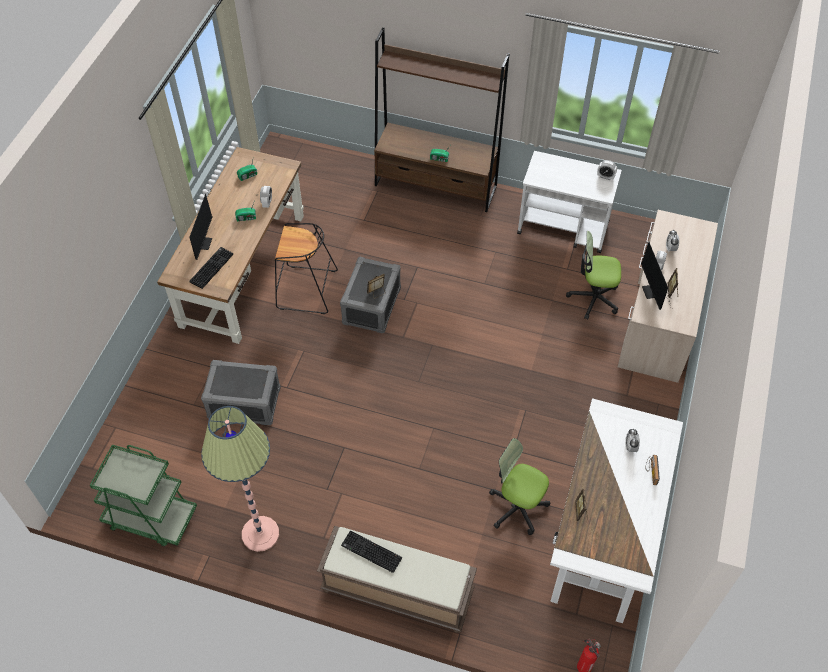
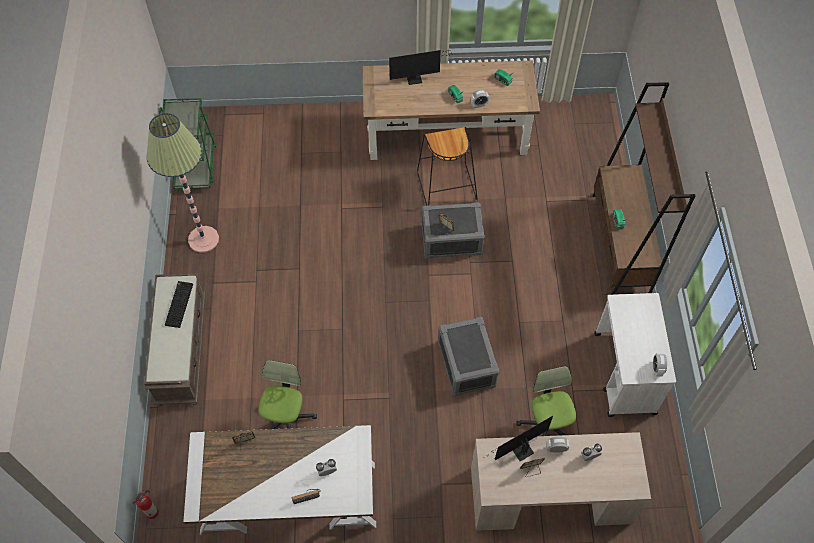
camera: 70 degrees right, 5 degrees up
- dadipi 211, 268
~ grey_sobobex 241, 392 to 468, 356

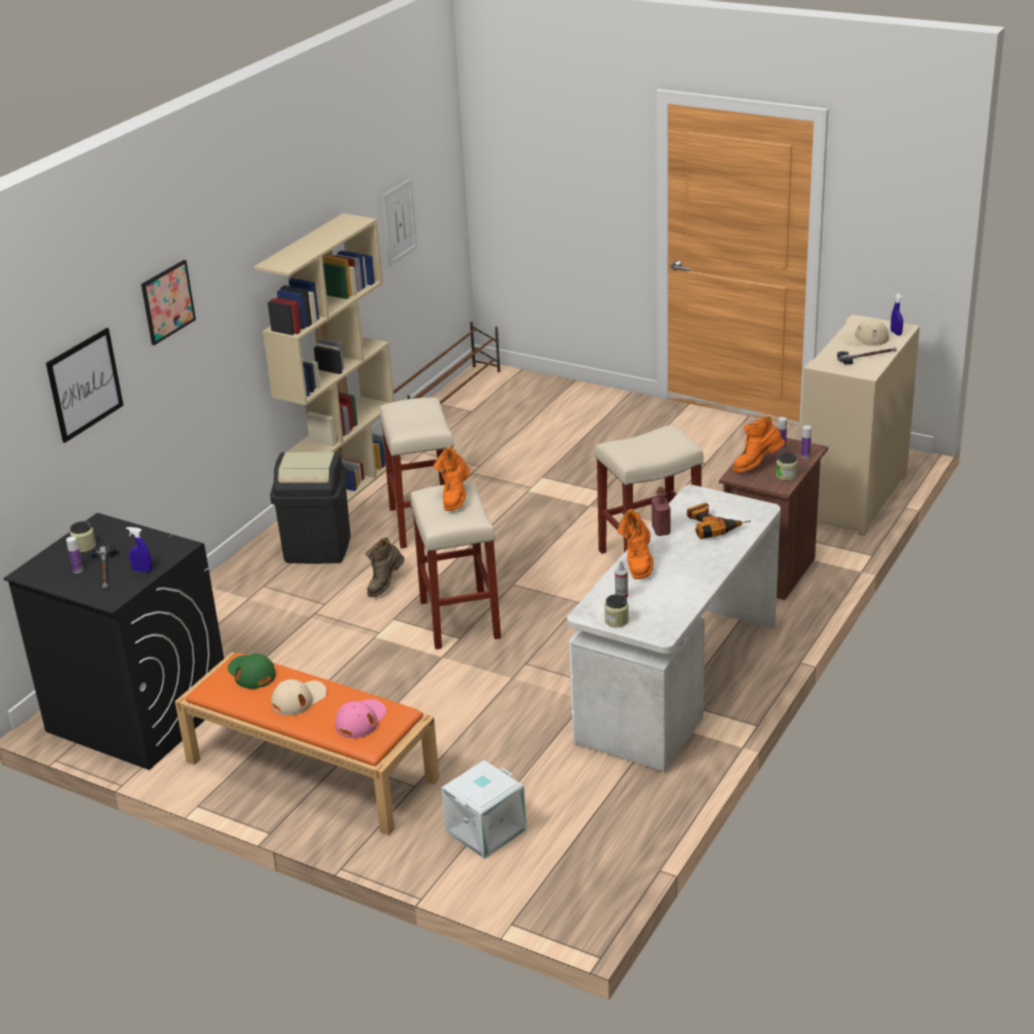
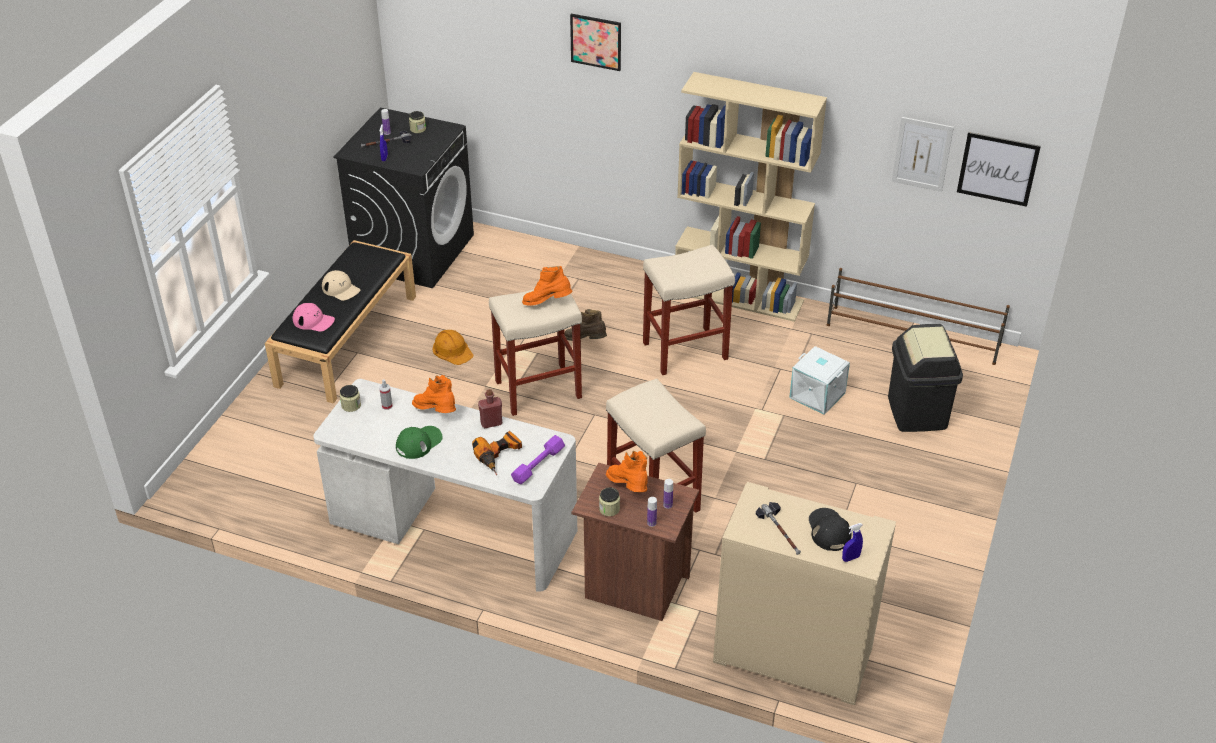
camera: 80 degrees right, 10 degrees up
~ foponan 85, 385 to 999, 169
~ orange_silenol 307, 744 to black_silenol 340, 322
~ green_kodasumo 251, 671 to 419, 442
~ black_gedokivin 310, 508 to 925, 378
~ white_sobobex 483, 809 to 819, 380
~ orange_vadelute 635, 544 = 434, 394 45 degrees clockwise
~ beige_kodasumo 864, 332 to black_kodasumo 830, 529
+ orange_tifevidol 452, 347
+ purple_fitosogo 538, 459

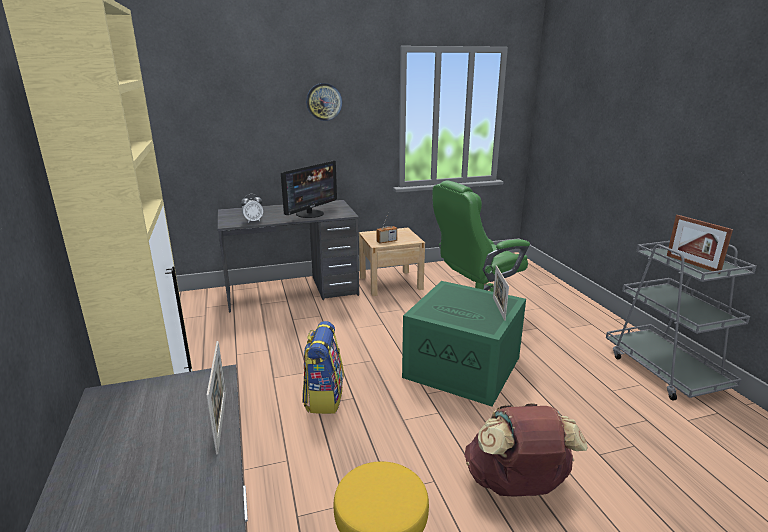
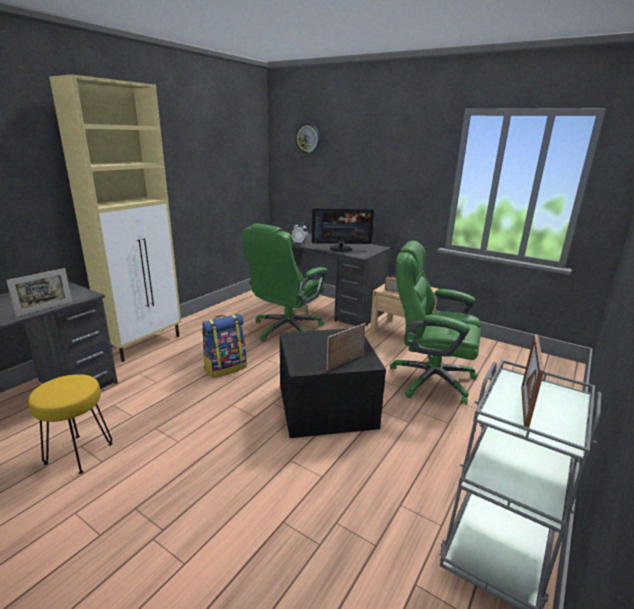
camera: 50 degrees right, 0 degrees up
~ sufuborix 324, 102 to 307, 138
~ green_sobobex 464, 343 to black_sobobex 333, 383
- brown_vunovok 526, 450
+ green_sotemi 284, 282

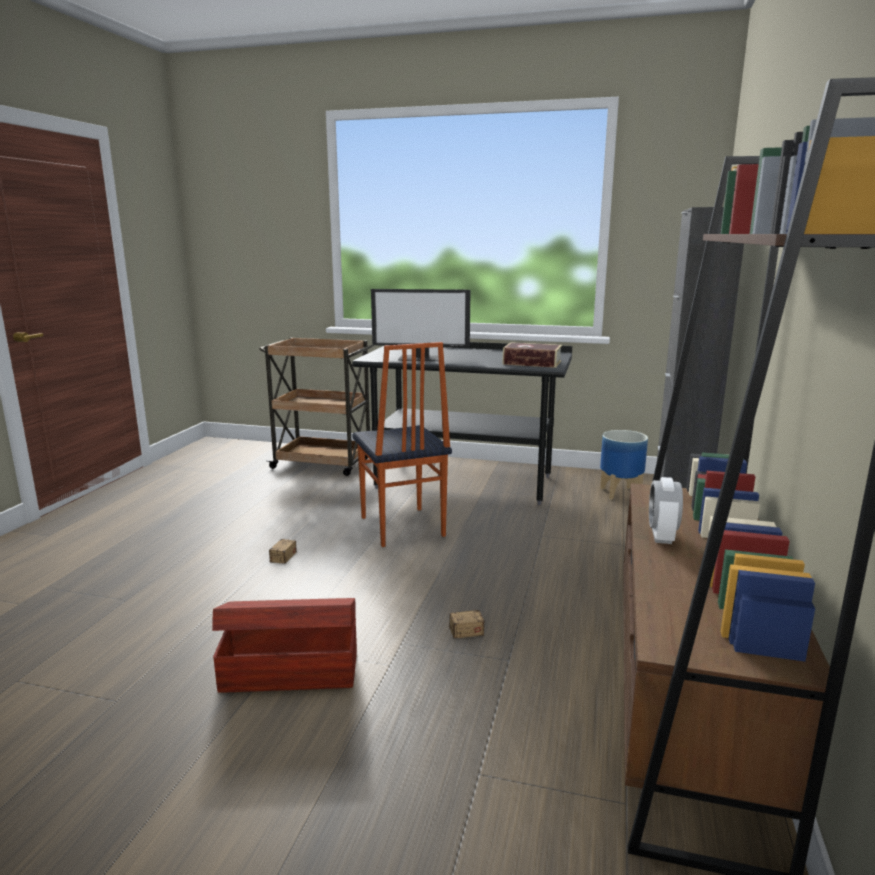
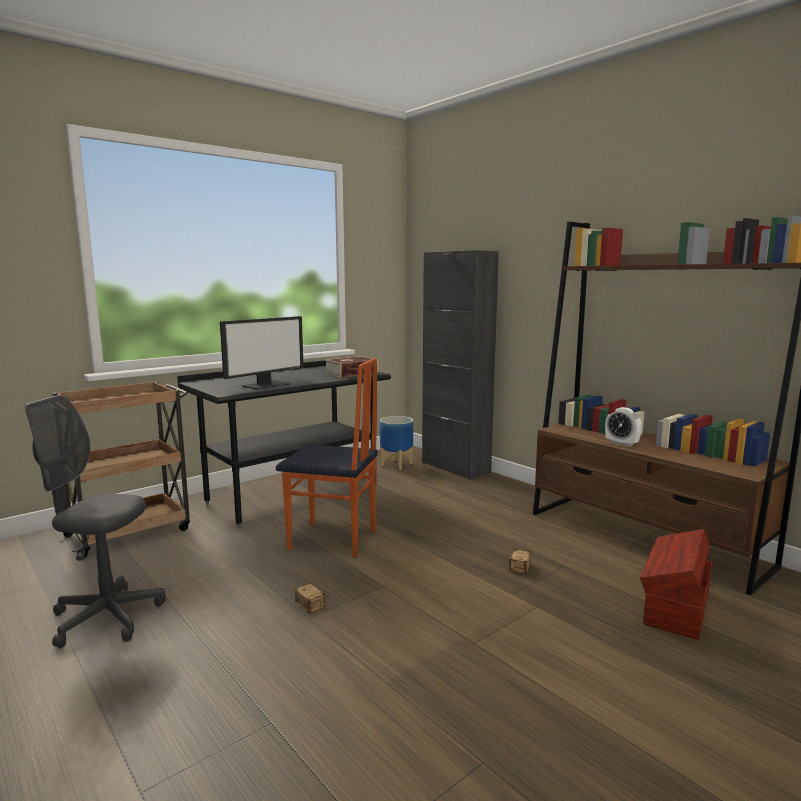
camera: 55 degrees left, 5 degrees down
~ brown_sobobex 284, 645 to 676, 584
+ grey_sotemi 95, 521

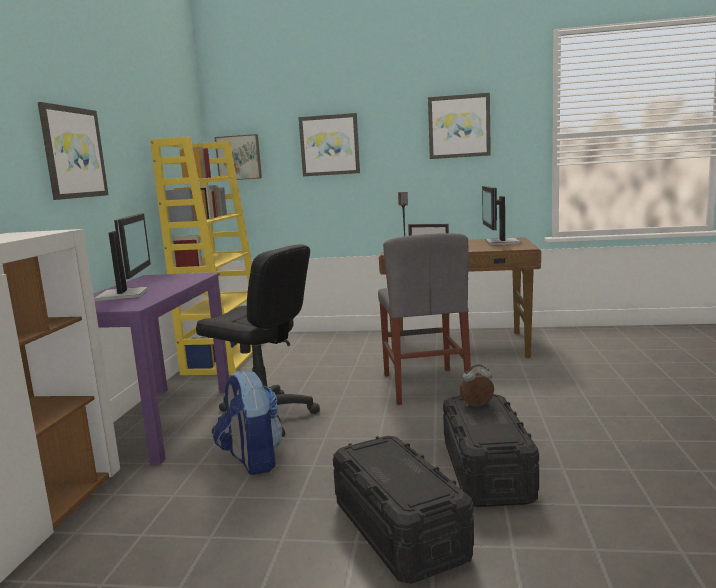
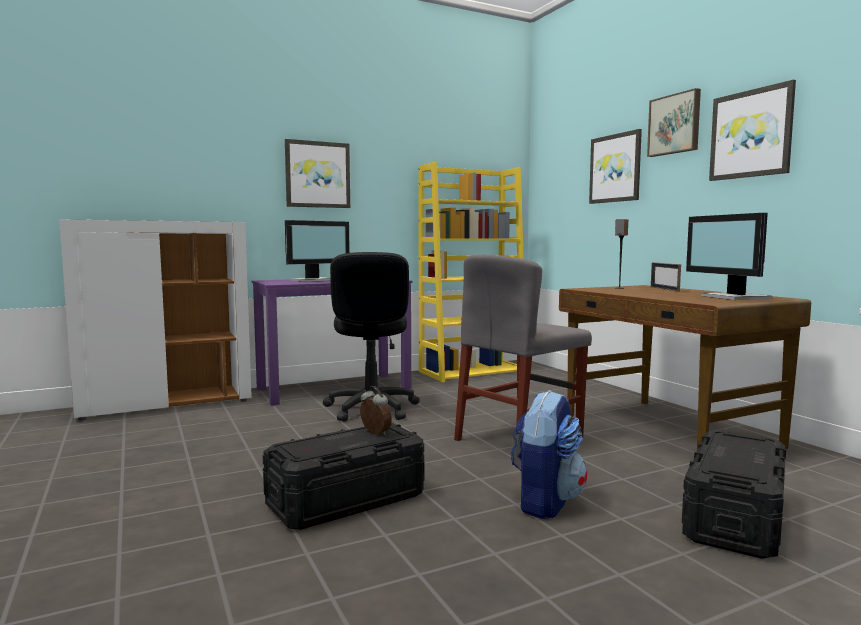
camera: 55 degrees right, 5 degrees down
~ vunovok 248, 422 to 549, 454
~ foponan 238, 157 to 674, 122
~ black_sobobex 403, 510 to 734, 495
~ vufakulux 501, 215 = 729, 256 75 degrees counterclockwise

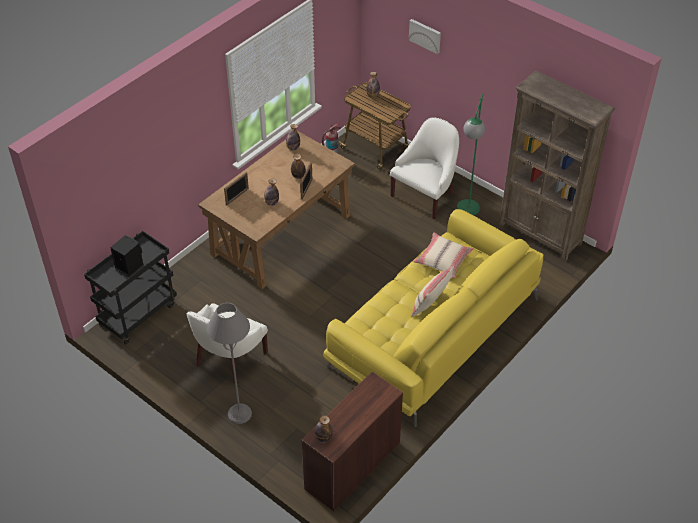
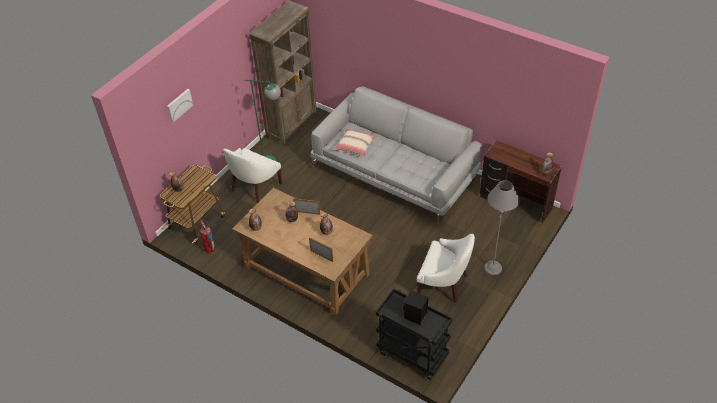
camera: 95 degrees left, 0 degrees up
~ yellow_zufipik 433, 318 to grey_zufipik 396, 155
~ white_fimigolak 424, 168 = 252, 175 90 degrees counterclockwise
- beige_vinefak 432, 291

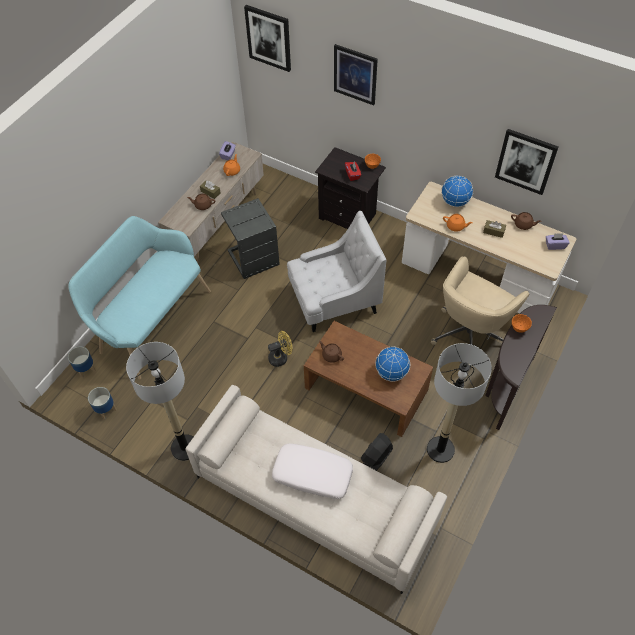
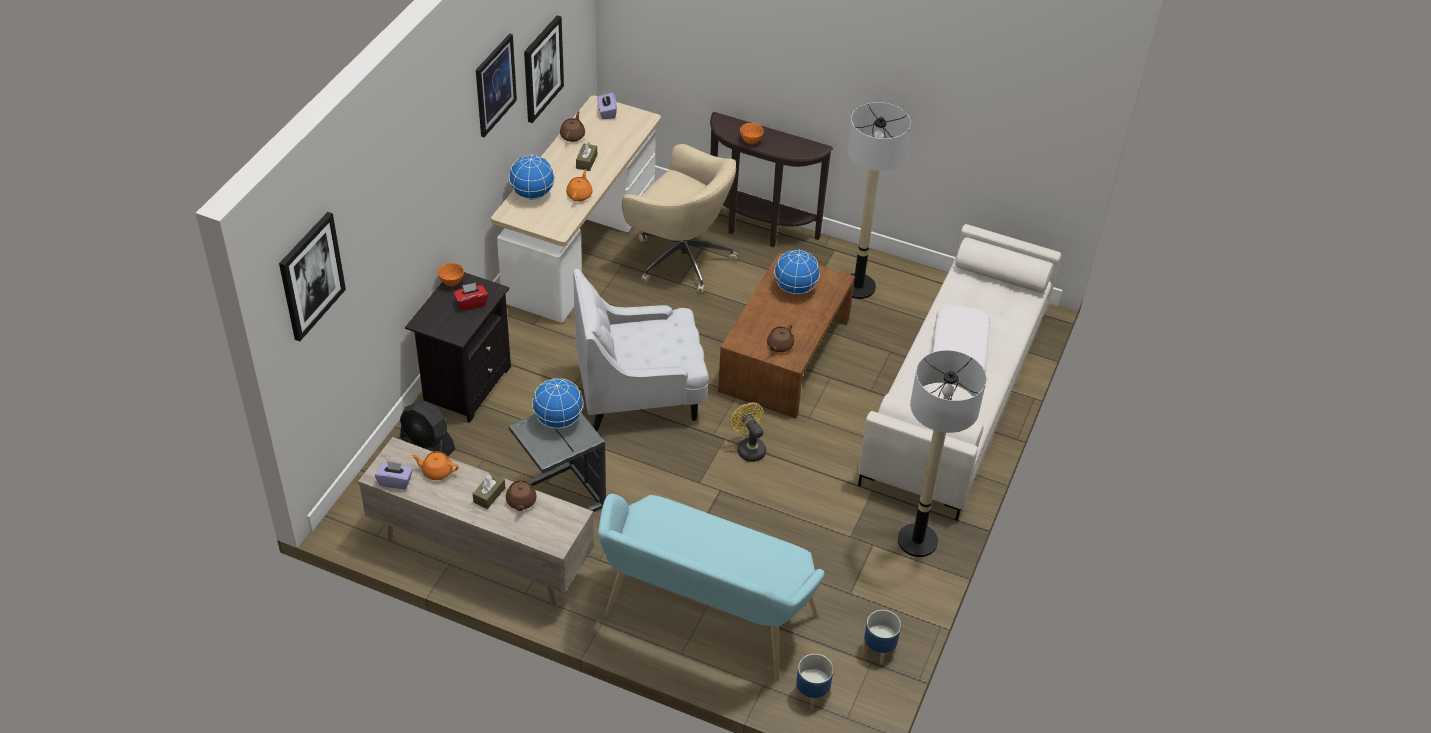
camera: 100 degrees left, 10 degrees down
~ white_fimigolak 337, 271 = 641, 350 75 degrees counterclockwise
~ foponan 356, 74 to 496, 85
~ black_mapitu 377, 452 to 427, 428
+ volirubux 558, 403

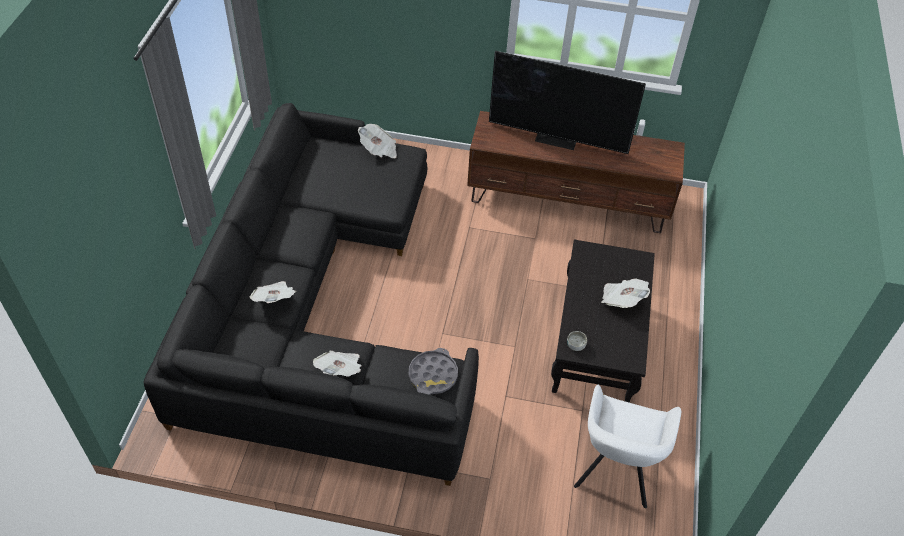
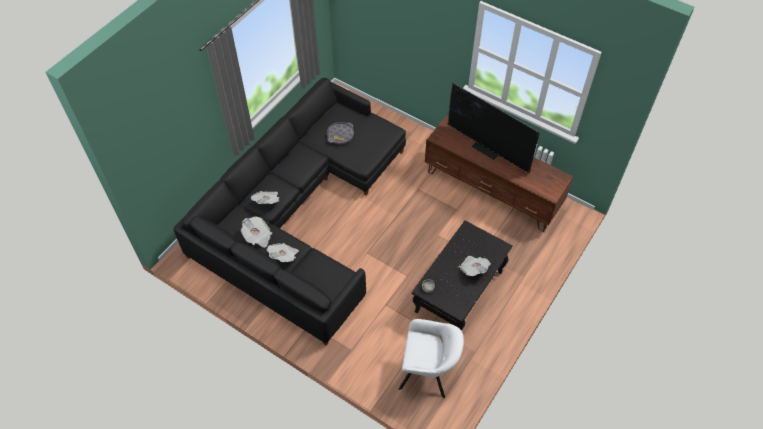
camera: 25 degrees right, 5 degrees up
~ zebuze 377, 141 to 256, 232
~ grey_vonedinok 433, 371 to 340, 133
~ white_fimigolak 627, 446 = 431, 358 120 degrees counterclockwise

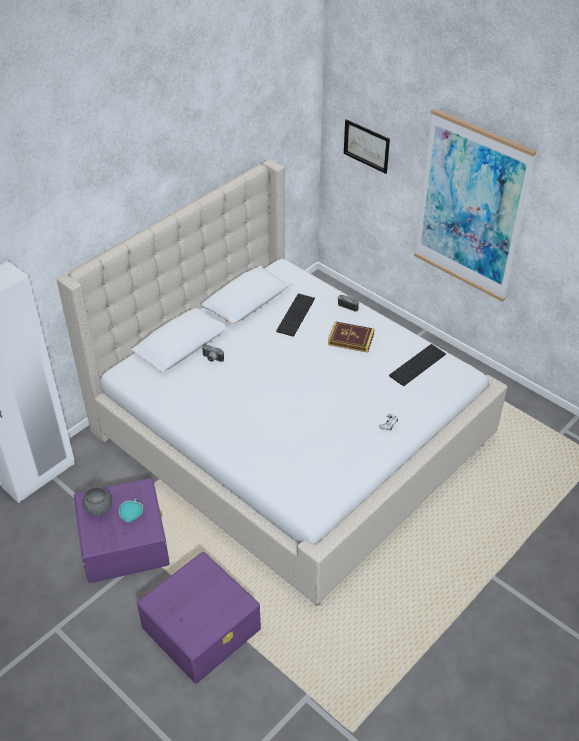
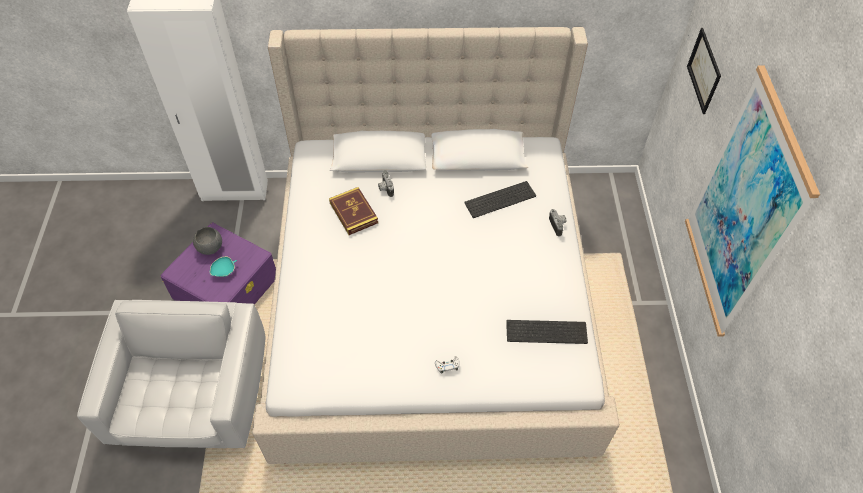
camera: 45 degrees right, 10 degrees up
~ purple_sobobex 199, 618 to white_fimigolak 171, 374
~ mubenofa 351, 337 to 353, 211

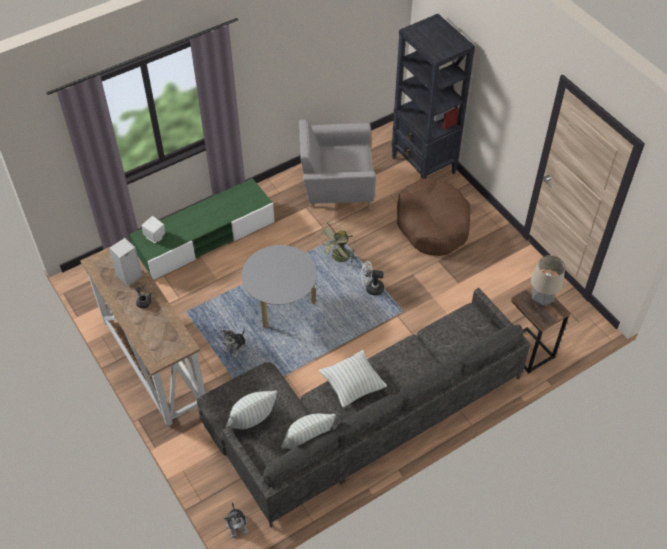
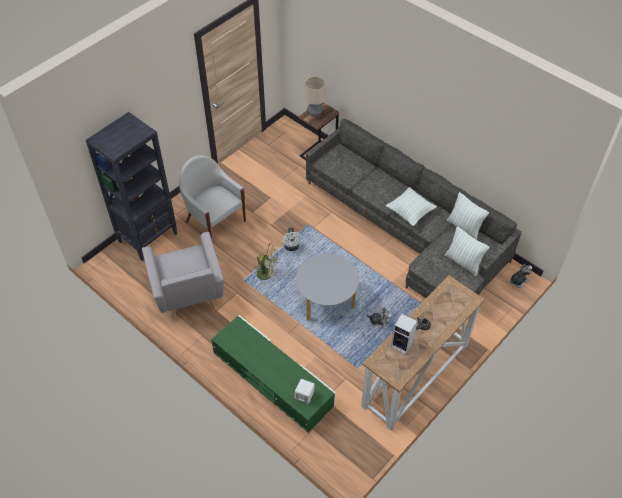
camera: 105 degrees left, 0 degrees up
~ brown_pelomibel 433, 217 to white_fimigolak 212, 197

